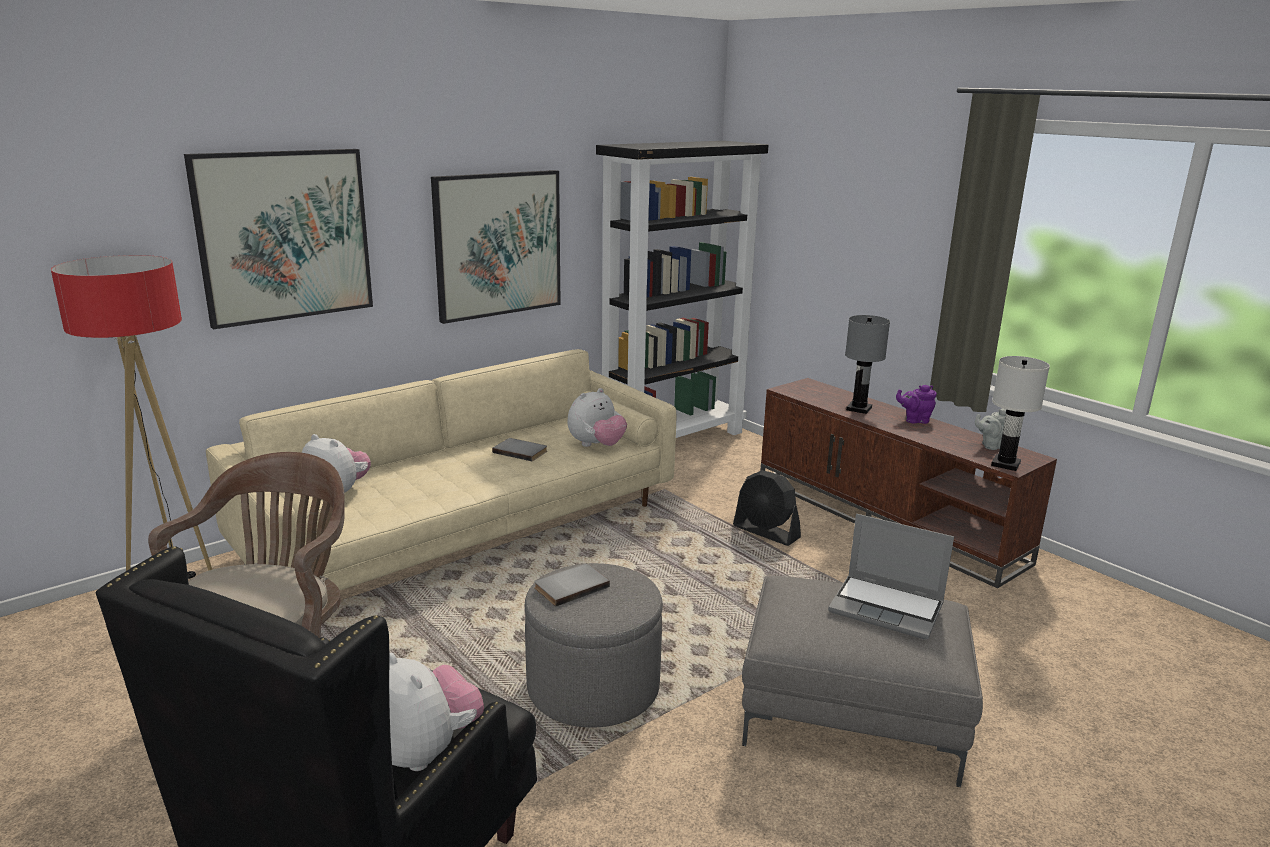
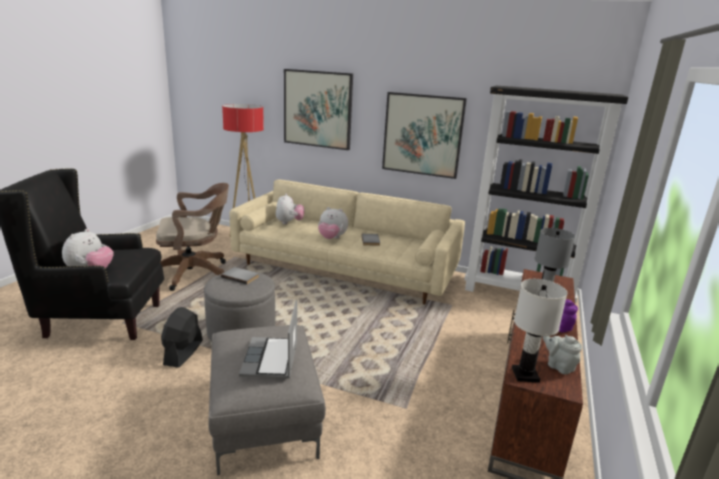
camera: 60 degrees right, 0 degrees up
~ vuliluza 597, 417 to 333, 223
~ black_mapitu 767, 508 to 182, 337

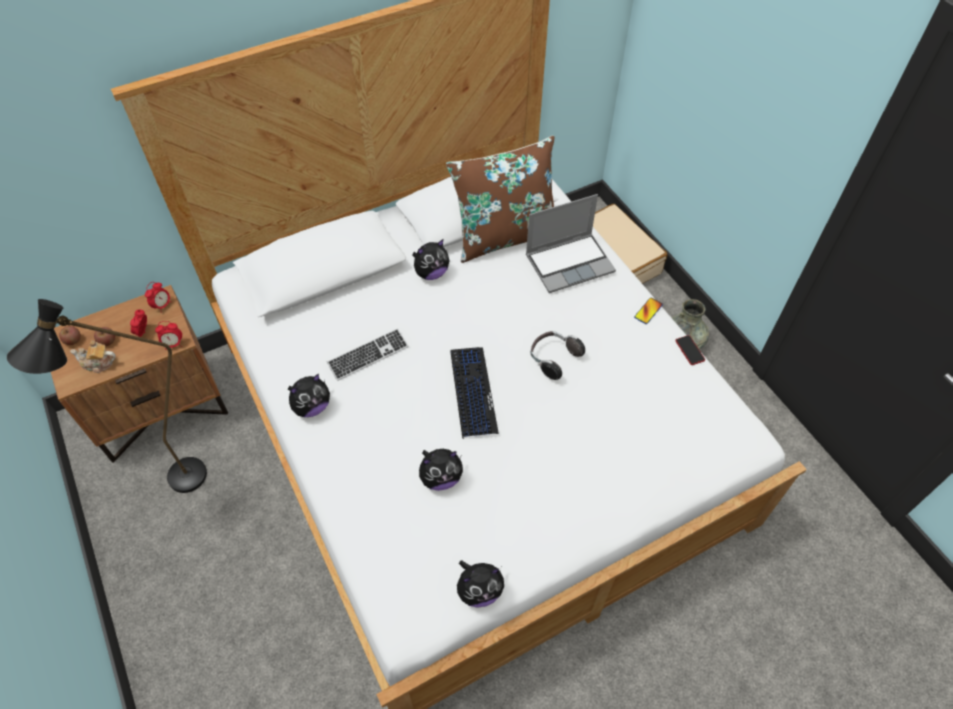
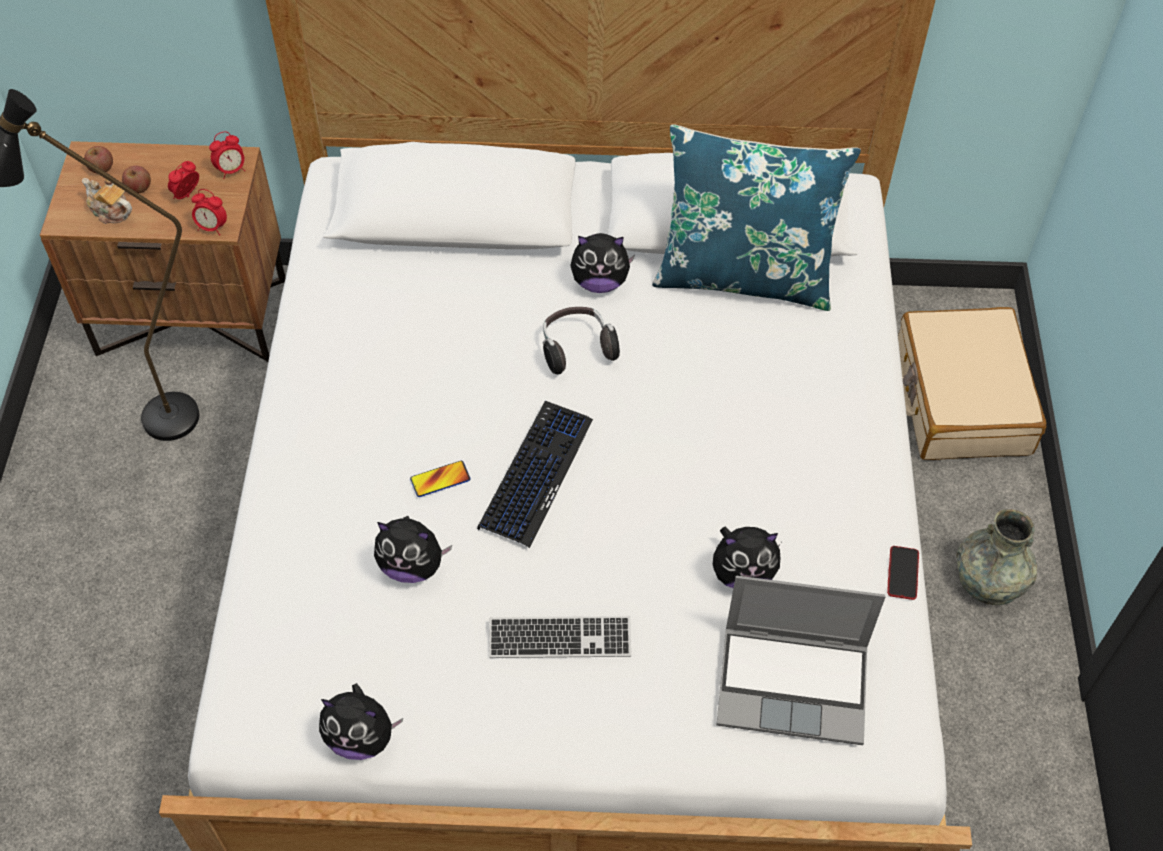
camera: 30 degrees right, 0 degrees up
~ vuliluza 309, 395 to 747, 557
~ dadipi 368, 354 to 560, 637
~ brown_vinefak 500, 199 to blue_vinefak 756, 217
~ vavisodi 571, 243 to 801, 660
~ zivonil 558, 355 to 581, 340
~ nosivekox 648, 310 to 440, 479

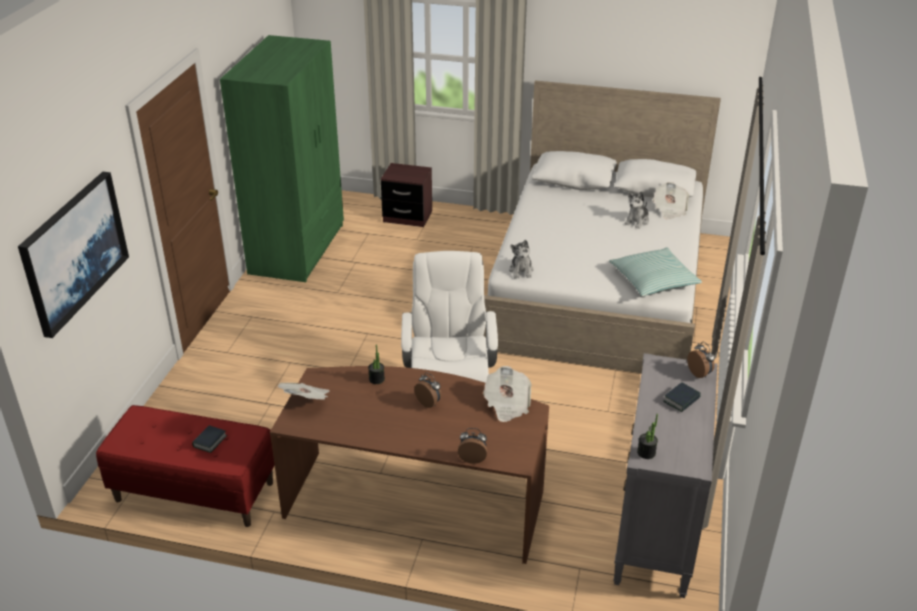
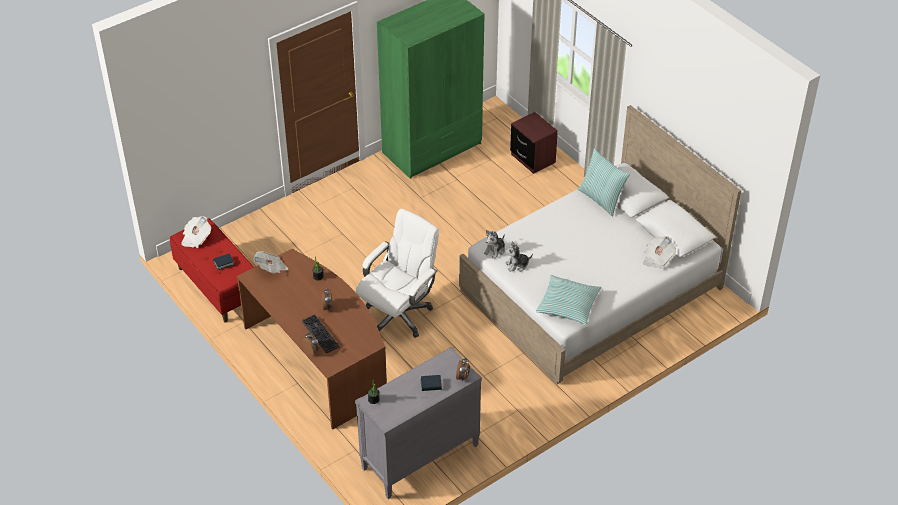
camera: 40 degrees right, 10 degrees up
- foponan 73, 255
~ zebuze 507, 394 to 196, 232
~ vuliluza 637, 210 to 519, 256
+ dadipi 320, 334
+ vinefak 604, 183

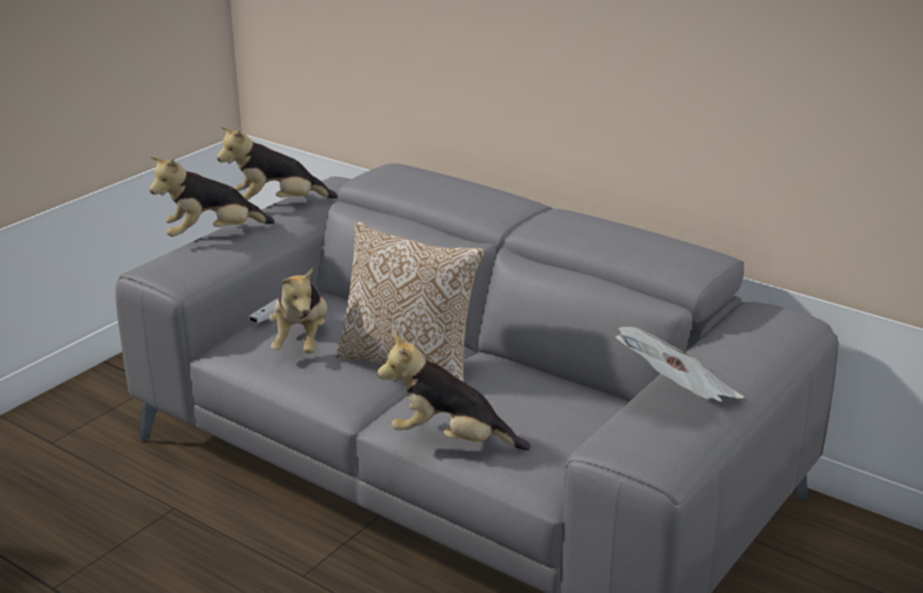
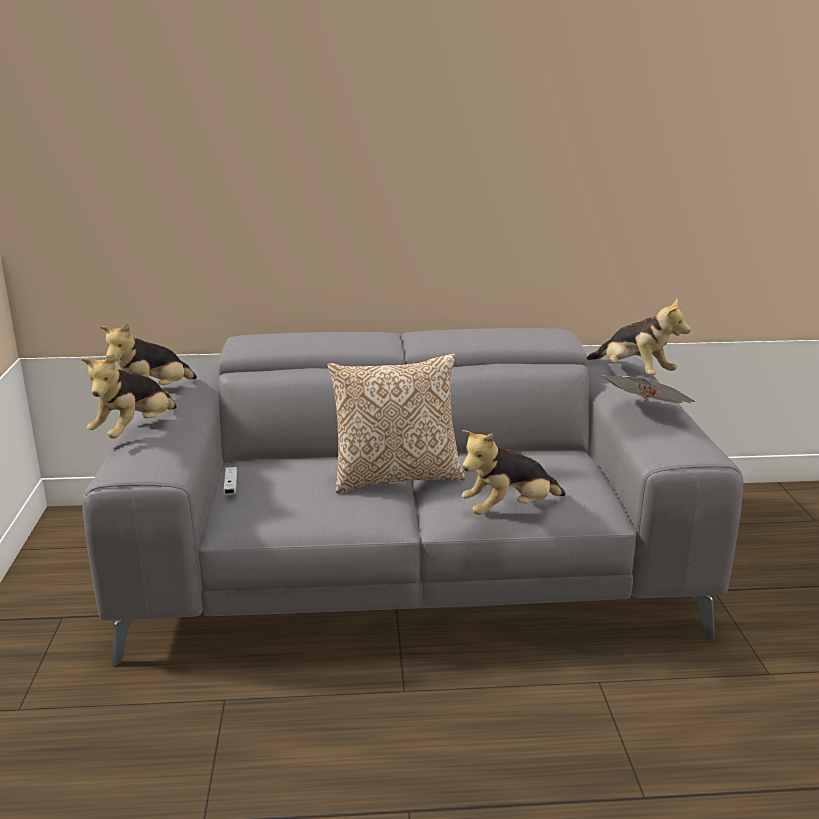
camera: 40 degrees left, 5 degrees down
~ vuliluza 298, 310 to 639, 336

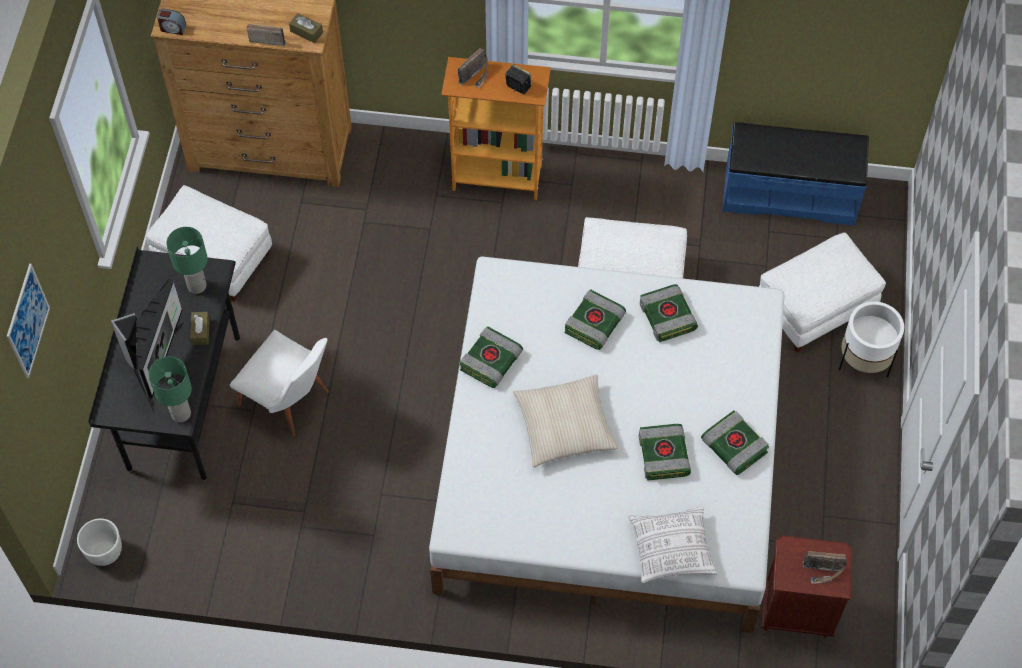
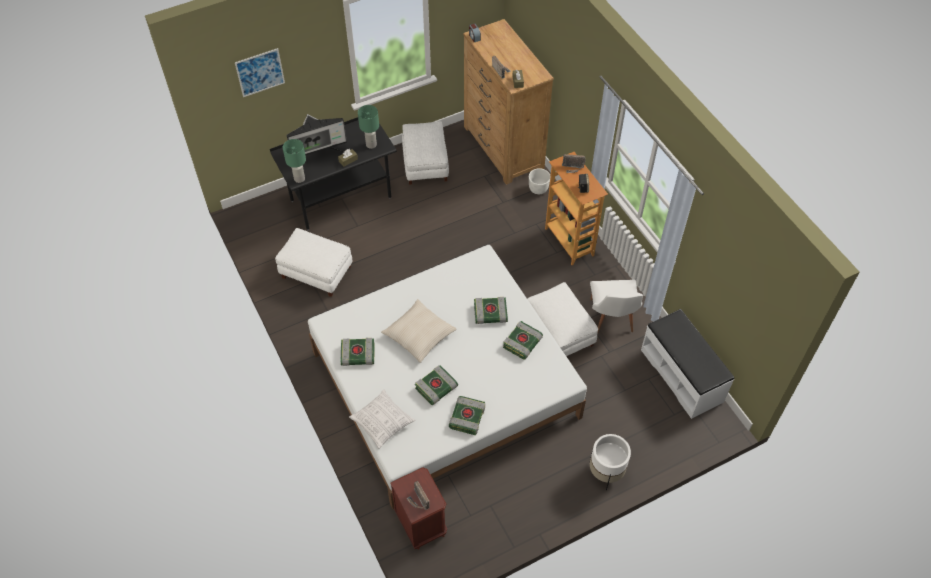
camera: 55 degrees right, 5 degrees down
~ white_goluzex 99, 542 to 539, 181
~ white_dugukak 279, 383 to 616, 307
~ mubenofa 491, 357 to 358, 352
~ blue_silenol 795, 174 to white_silenol 687, 364
~ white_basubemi 822, 293 to 314, 262

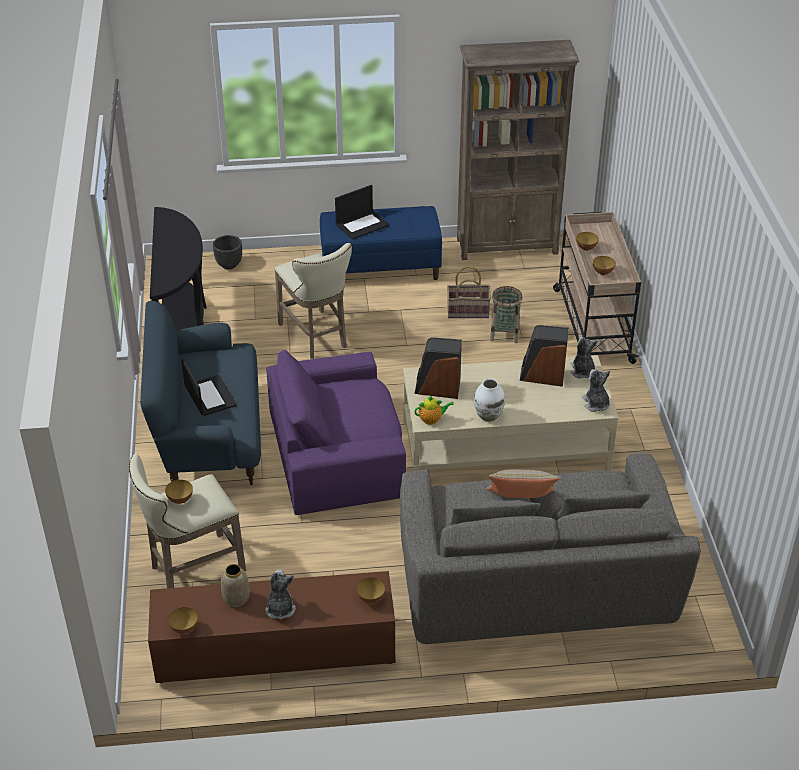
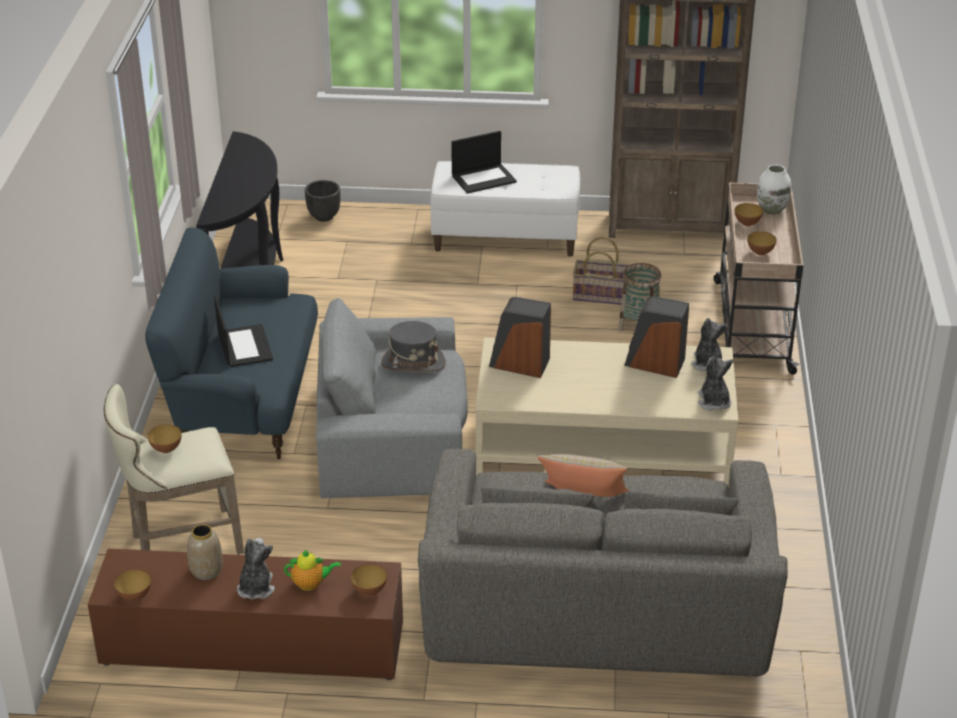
camera: 10 degrees right, 5 degrees down
~ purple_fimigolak 336, 432 to grey_fimigolak 392, 398
- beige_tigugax 313, 301
~ blue_silenol 381, 243 to white_silenol 505, 209
~ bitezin 434, 410 to 312, 570
~ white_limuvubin 489, 400 to 774, 190
+ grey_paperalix 413, 346

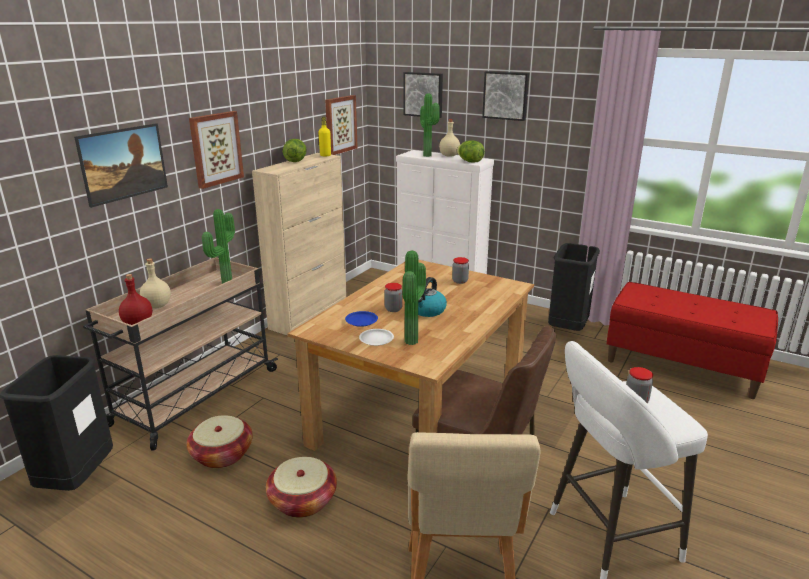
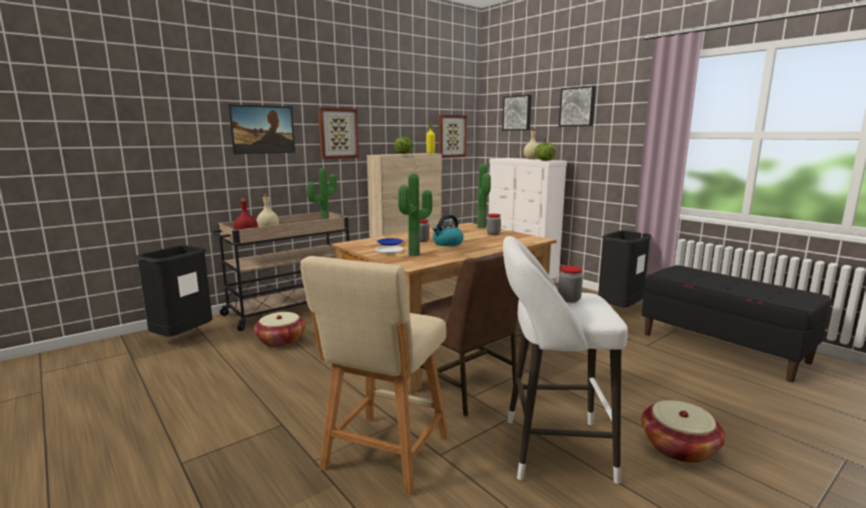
camera: 20 degrees right, 10 degrees down
~ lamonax 301, 487 to 683, 431
~ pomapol 430, 125 to 484, 196
~ red_silenol 692, 340 to black_silenol 736, 323

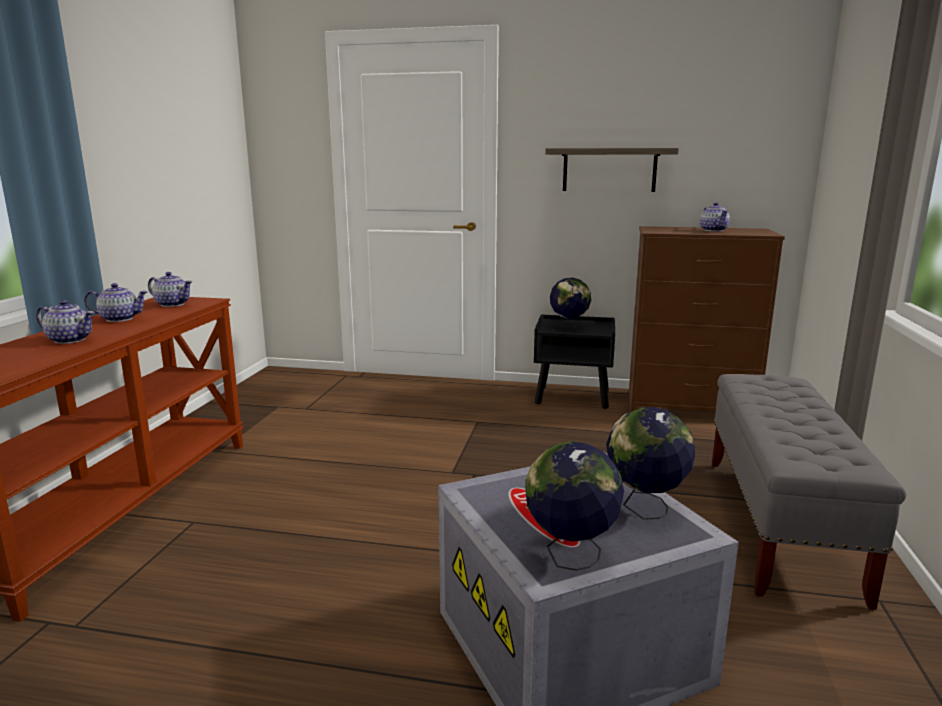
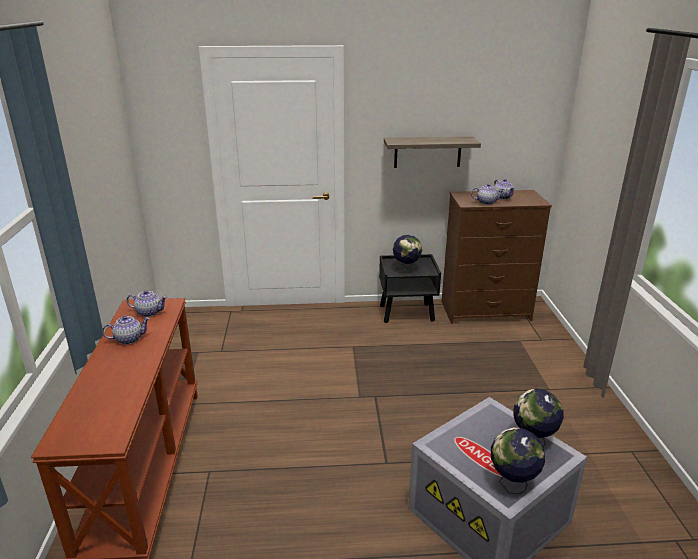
camera: 15 degrees left, 10 degrees up
~ bitezin 65, 322 to 487, 194
- grey_silenol 809, 492

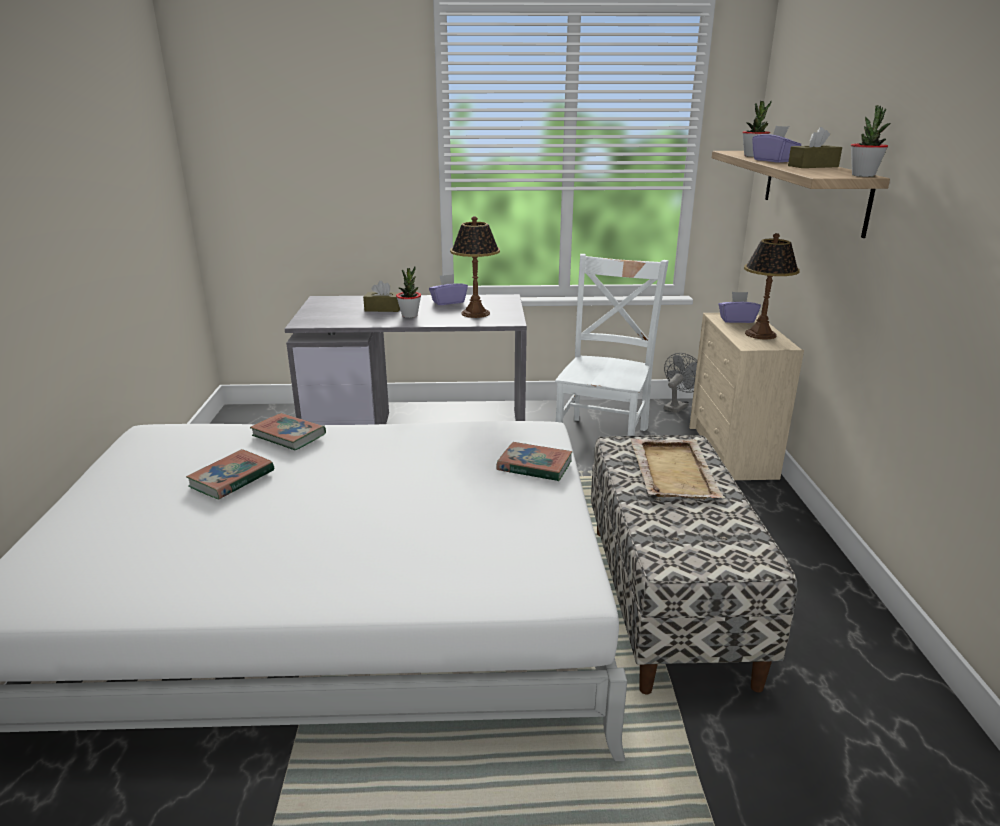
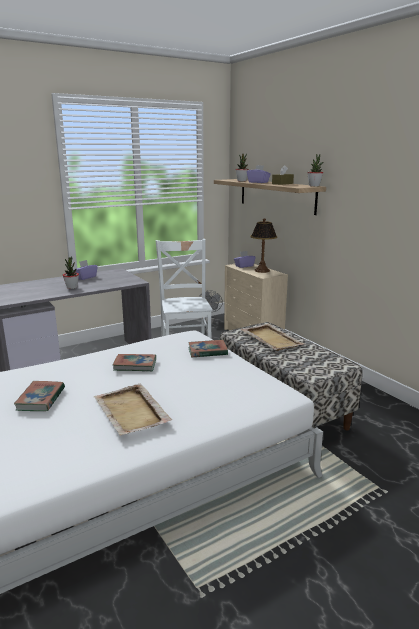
camera: 30 degrees left, 5 degrees down
~ mubenofa 288, 431 to 134, 362
- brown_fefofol 382, 296
- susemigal 475, 267
+ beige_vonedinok 133, 410

